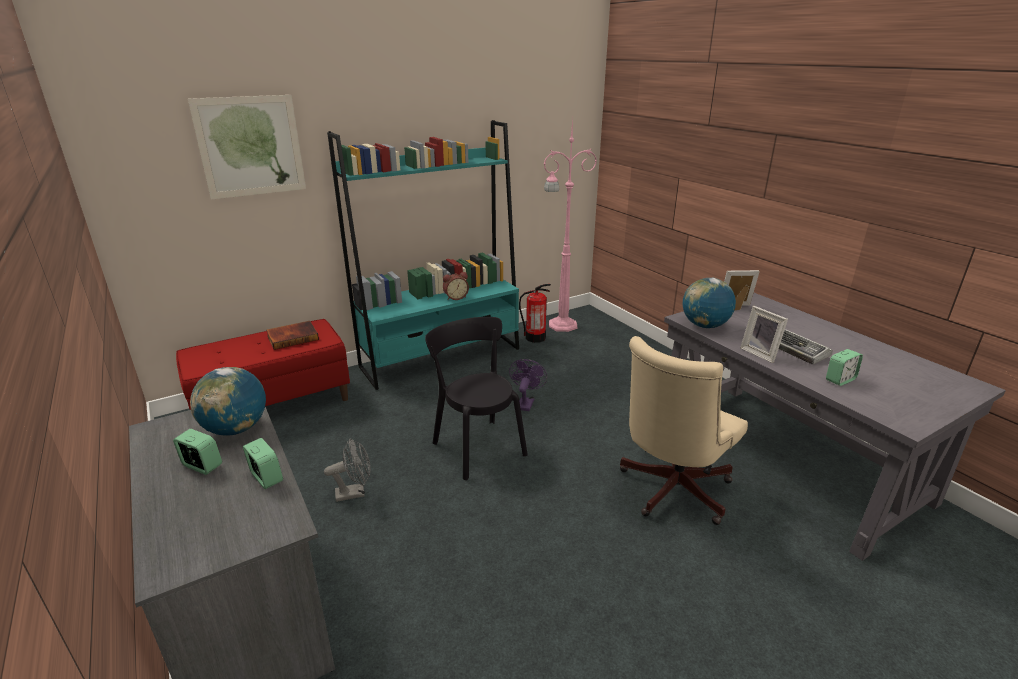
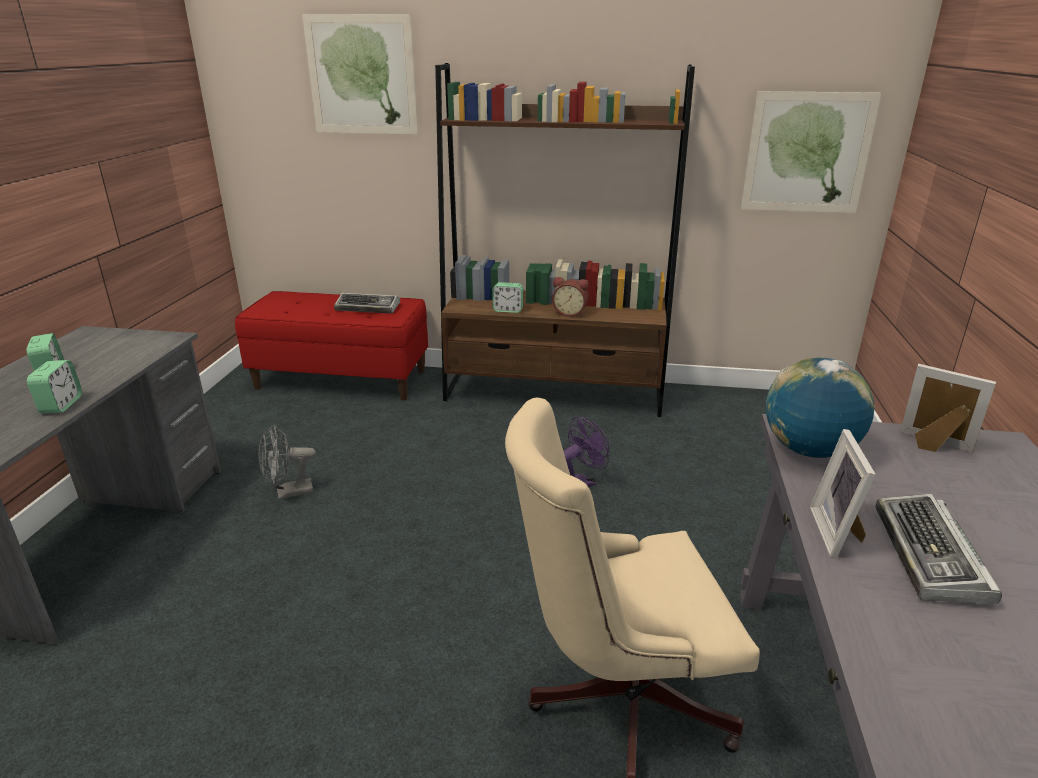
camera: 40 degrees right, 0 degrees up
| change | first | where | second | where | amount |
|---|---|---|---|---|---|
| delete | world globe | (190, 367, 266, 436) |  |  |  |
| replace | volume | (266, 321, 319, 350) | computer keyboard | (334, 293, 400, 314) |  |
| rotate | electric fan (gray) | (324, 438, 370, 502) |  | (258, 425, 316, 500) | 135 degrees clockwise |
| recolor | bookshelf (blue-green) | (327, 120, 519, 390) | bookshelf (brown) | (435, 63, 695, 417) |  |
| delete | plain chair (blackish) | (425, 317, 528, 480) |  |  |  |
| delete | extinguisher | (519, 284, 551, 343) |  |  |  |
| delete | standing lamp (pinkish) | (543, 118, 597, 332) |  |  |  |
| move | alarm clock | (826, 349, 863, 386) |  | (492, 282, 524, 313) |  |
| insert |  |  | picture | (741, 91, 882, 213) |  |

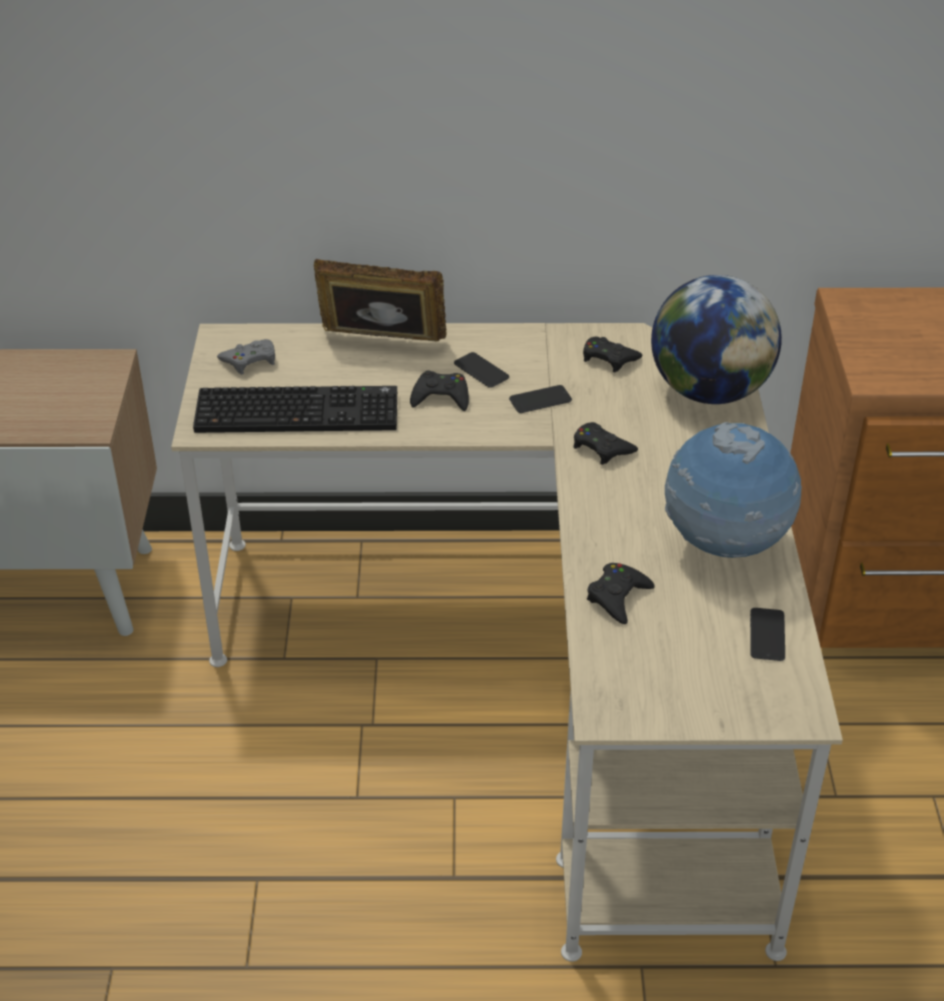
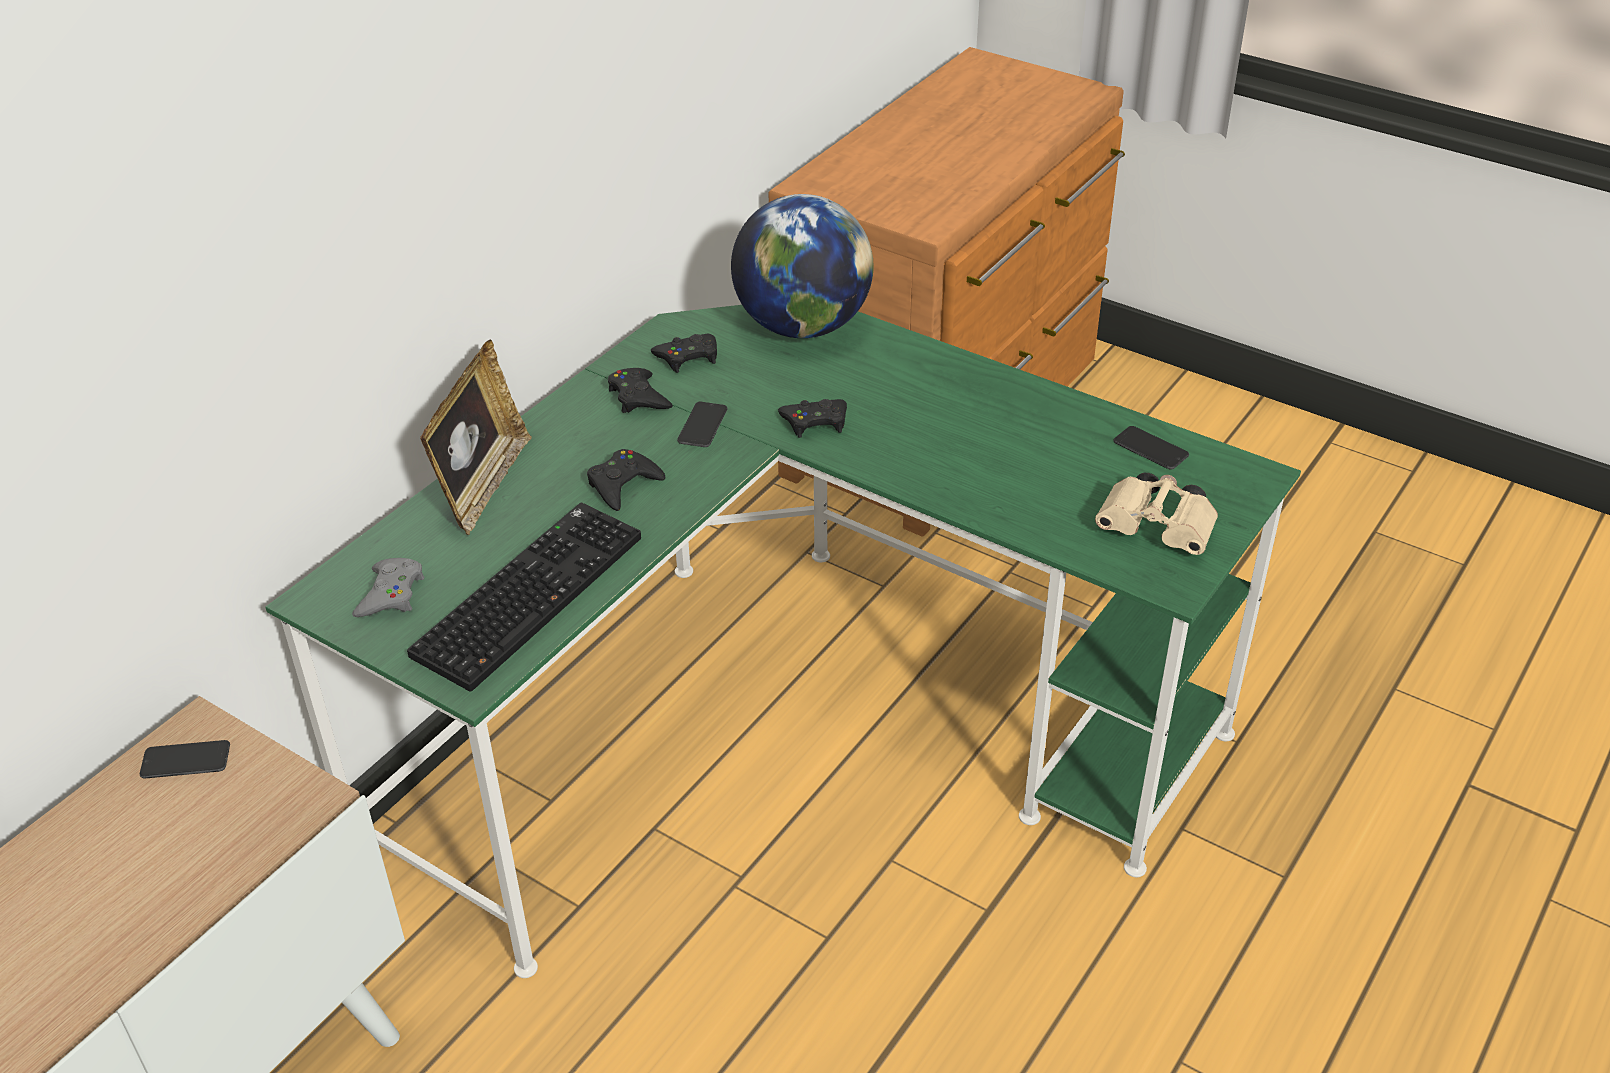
camera: 55 degrees left, 0 degrees up
| change | first | where | second | where | amount |
|---|---|---|---|---|---|
| recolor | desk table (beige) | (171, 323, 843, 962) | desk table (greenish) | (265, 305, 1301, 978) |  |
| rotate | photo frame | (314, 259, 447, 342) |  | (420, 340, 532, 535) | 150 degrees clockwise |
| move | telephone | (454, 352, 509, 388) |  | (140, 740, 230, 778) |  |
| move | game controller (blackish) | (587, 563, 655, 624) |  | (608, 368, 673, 413) |  |
| delete | world globe | (665, 422, 802, 558) |  |  |  |
| insert |  |  | pair of binoculars (beige) | (1095, 473, 1218, 555) |  |

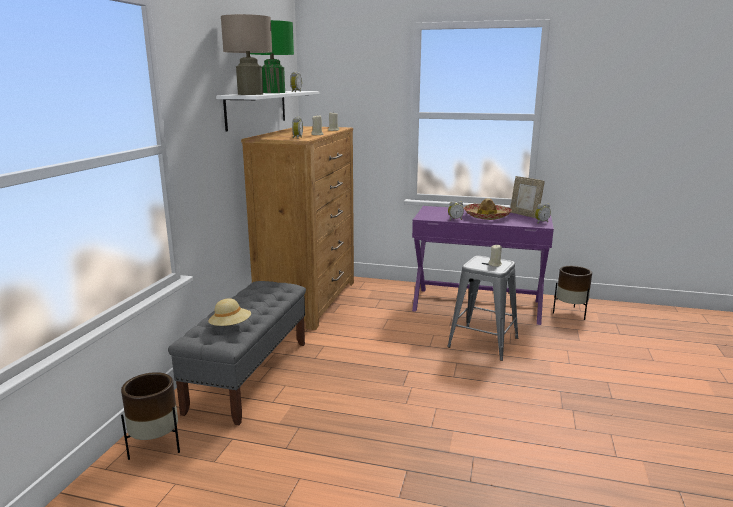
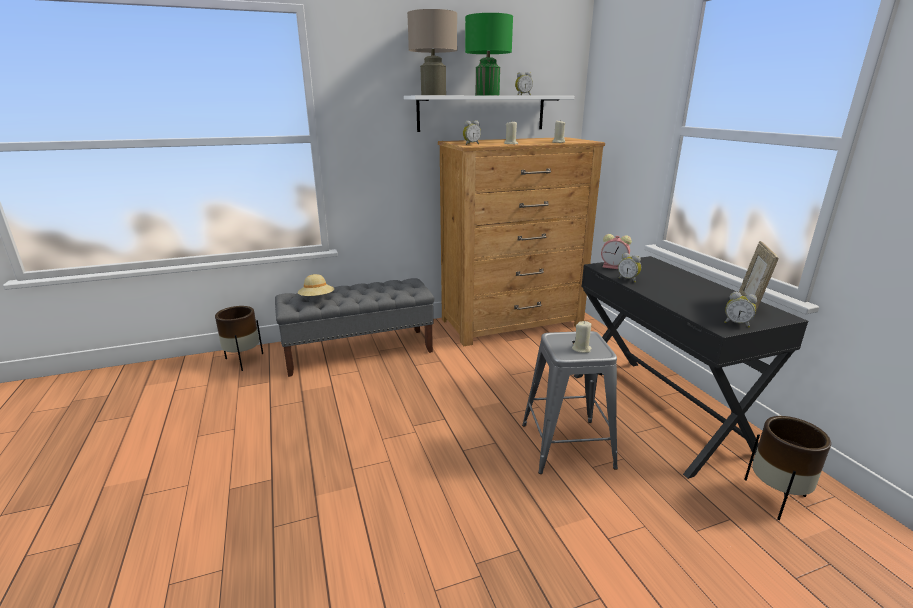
camera: 55 degrees right, 5 degrees up
| change | first | where | second | where | amount |
|---|---|---|---|---|---|
| recolor | desk table (purple-coloured) | (412, 206, 554, 325) | desk table (blackish) | (574, 256, 808, 479) |  |
| delete | hat | (464, 198, 512, 220) |  |  |  |
| insert |  |  | alarm clock | (601, 234, 632, 269) |  |

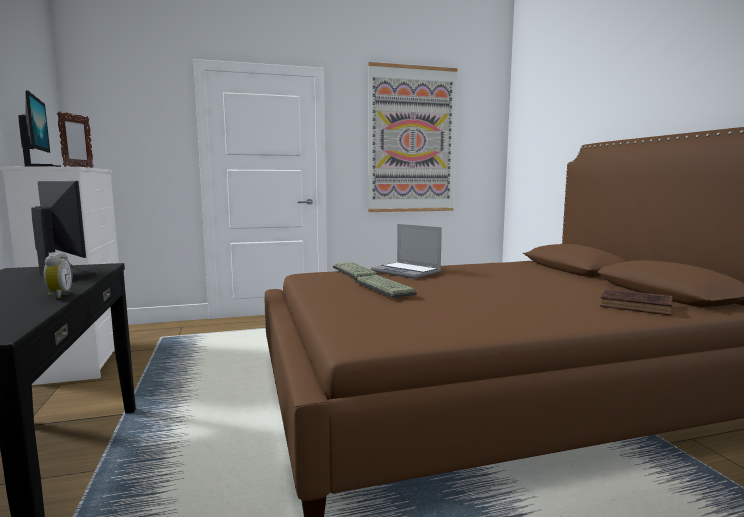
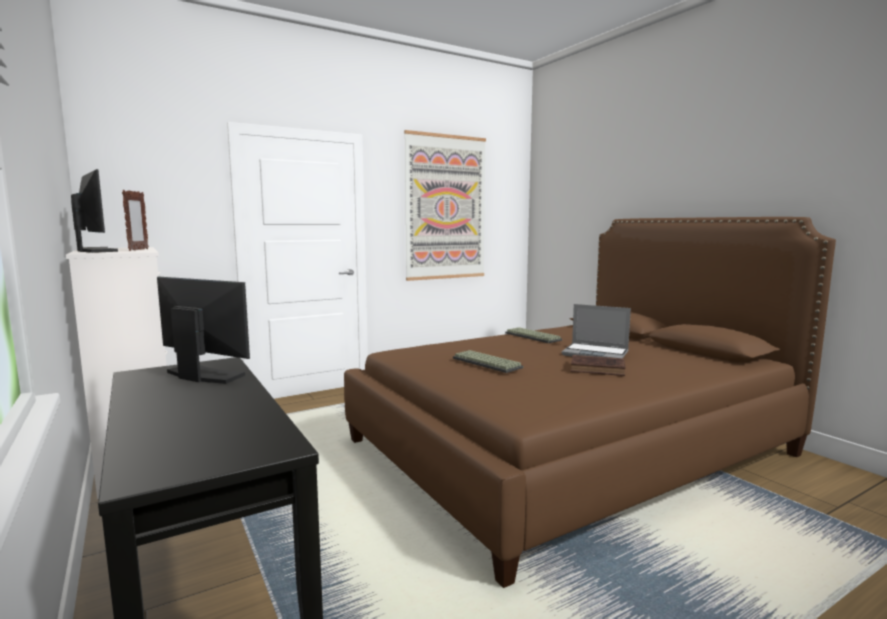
camera: 15 degrees left, 0 degrees up
| change | first | where | second | where | amount |
|---|---|---|---|---|---|
| delete | alarm clock | (44, 252, 72, 298) |  |  |  |
| move | computer keyboard | (333, 262, 376, 280) |  | (505, 327, 562, 343) |  |
| move | laptop | (371, 224, 442, 279) |  | (562, 304, 631, 358) |  |
| move | volume (brown) | (600, 289, 672, 316) |  | (571, 355, 625, 376) |  |

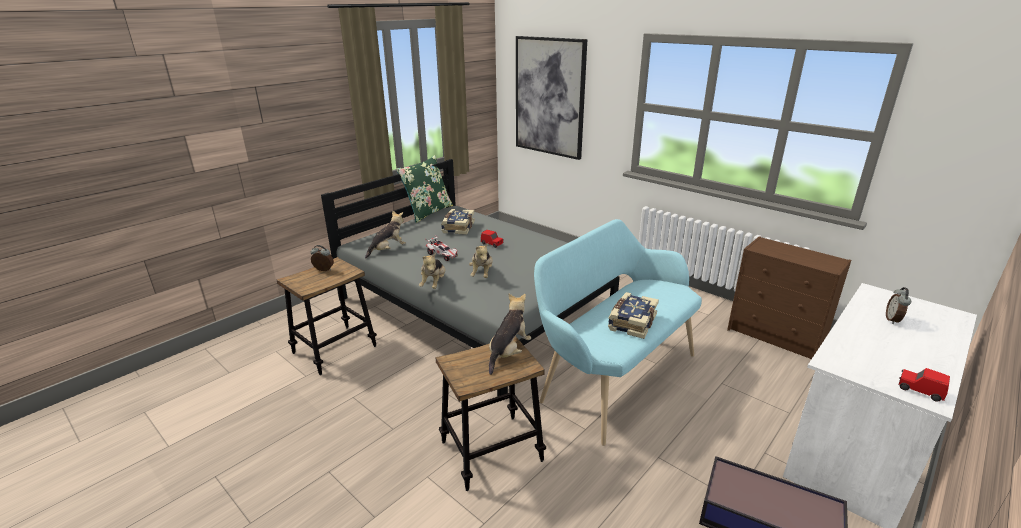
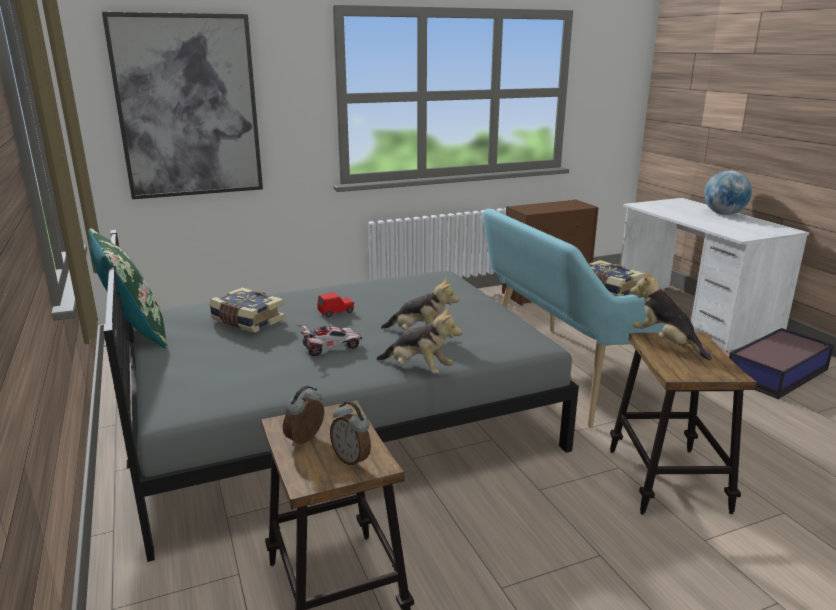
camera: 65 degrees left, 5 degrees down
| change | first | where | second | where | amount |
|---|---|---|---|---|---|
| delete | cuddly toy | (365, 210, 406, 259) |  |  |  |
| move | alarm clock | (886, 287, 911, 324) |  | (330, 401, 371, 468) |  |
| delete | miniature car (reddish) | (899, 368, 950, 402) |  |  |  |
| insert |  |  | world globe | (704, 171, 752, 215) |  |

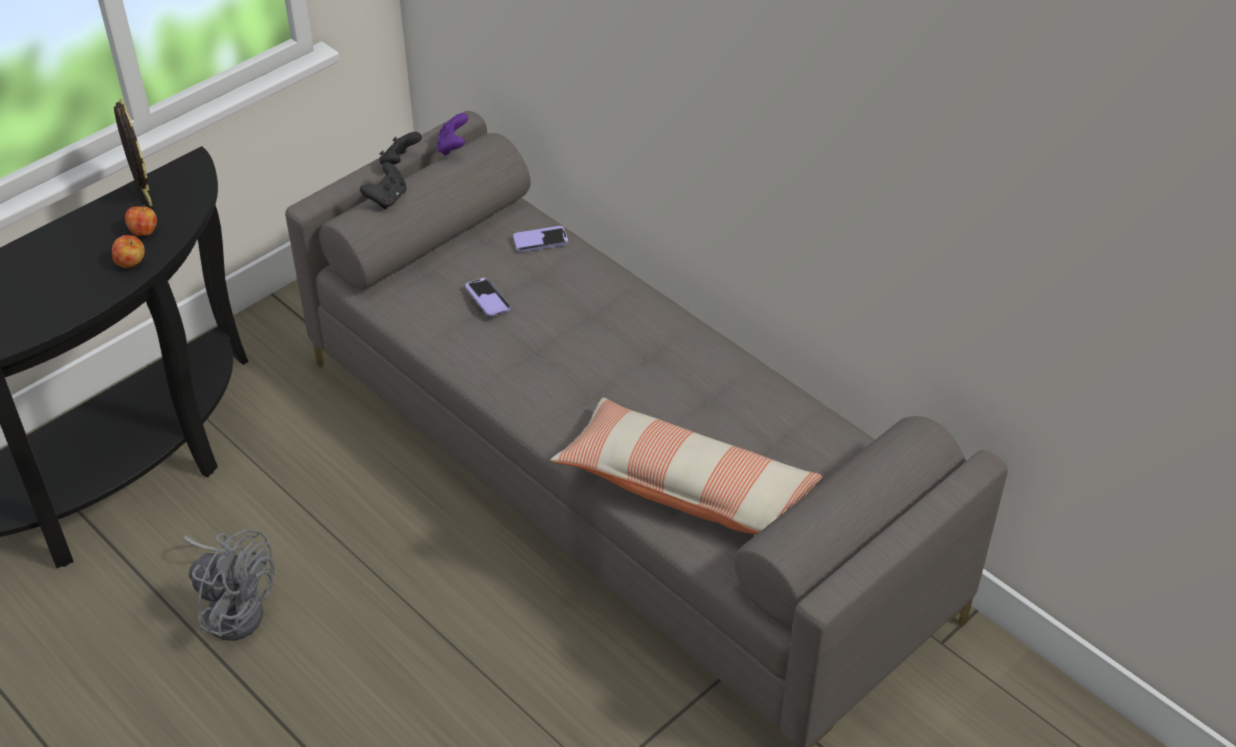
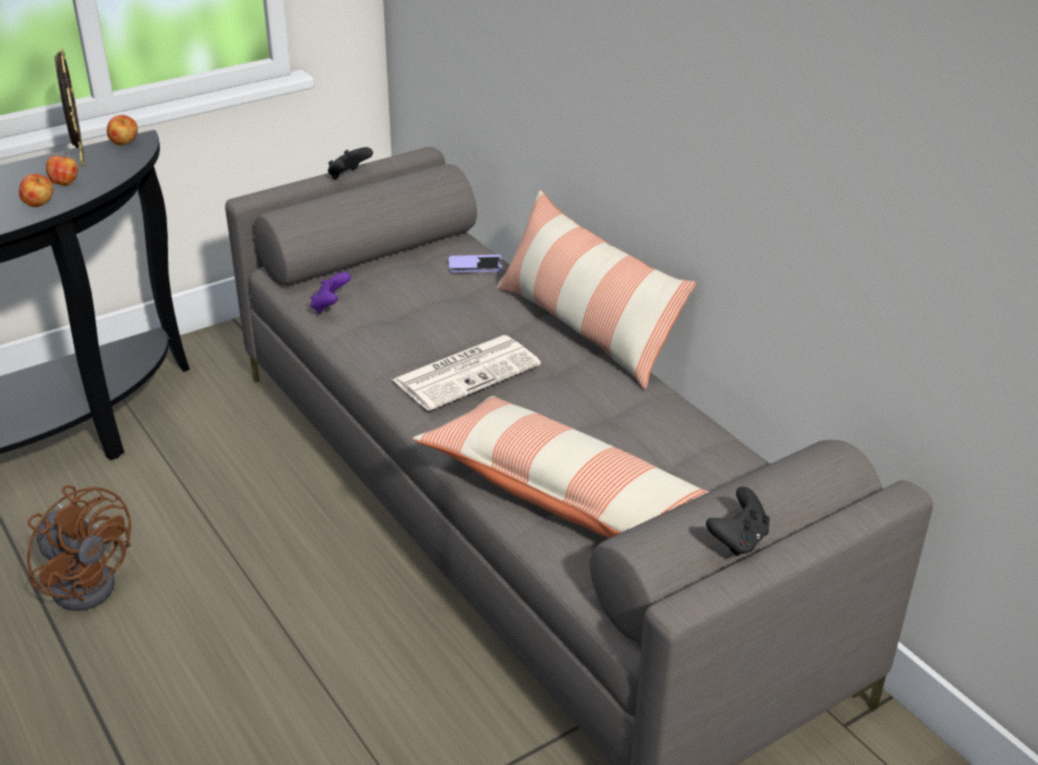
camera: 10 degrees right, 10 degrees down
| change | first | where | second | where | amount |
|---|---|---|---|---|---|
| recolor | electric fan (gray) | (183, 529, 275, 641) | electric fan (brown) | (27, 485, 131, 611) |  |
| move | game controller (blackish) | (360, 162, 406, 209) |  | (706, 487, 770, 556) |  |
| move | game controller (purple-coloured) | (437, 113, 468, 156) |  | (310, 272, 351, 313) |  |
| delete | telephone | (465, 278, 511, 317) |  |  |  |
| insert |  |  | whole apple | (107, 115, 138, 145) |  |
| insert |  |  | printed paper | (392, 335, 541, 411) |  |
| insert |  |  | pillow | (496, 190, 696, 390) |  |

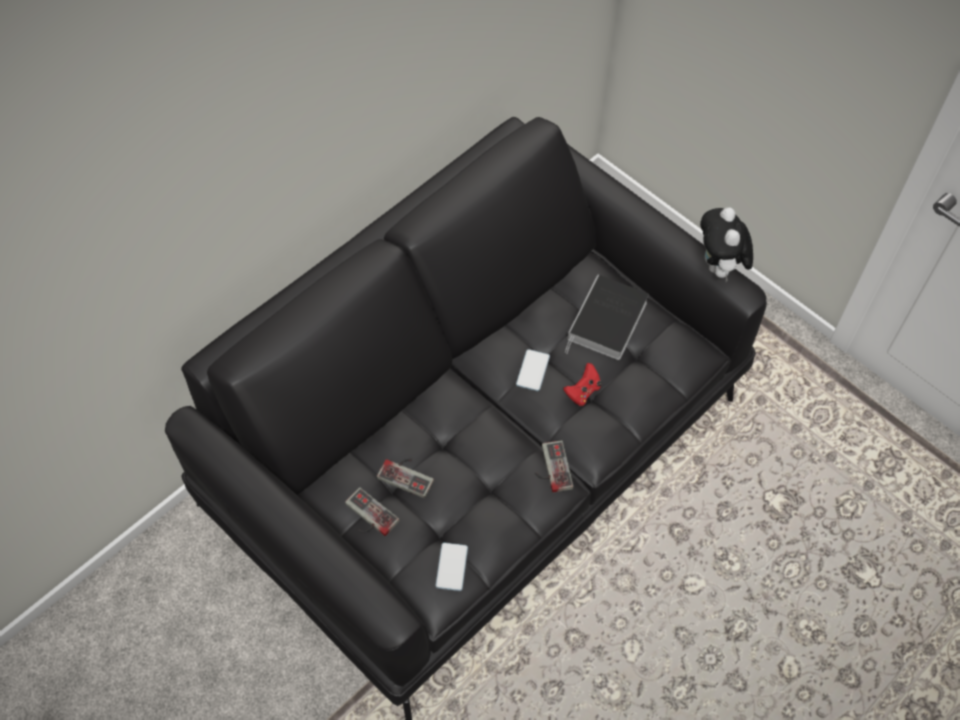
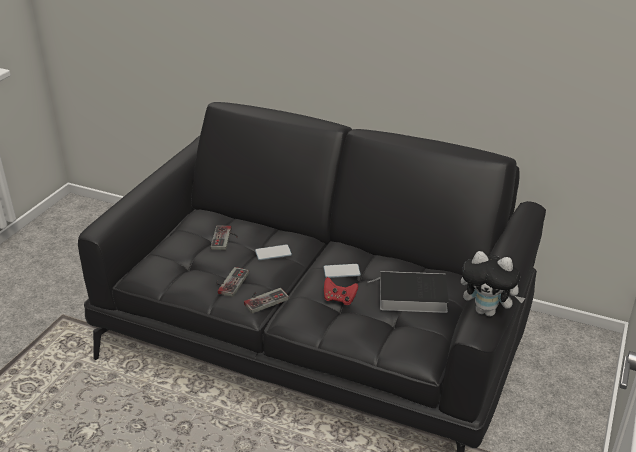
camera: 70 degrees right, 25 degrees down
| change | first | where | second | where | amount |
|---|---|---|---|---|---|
| move | game controller | (345, 487, 400, 536) |  | (216, 267, 249, 297) |  |
| move | telephone | (435, 542, 468, 591) |  | (255, 244, 292, 260) |  |
| rotate | cuddly toy | (700, 208, 753, 282) |  | (461, 251, 525, 317) | 135 degrees counterclockwise |

